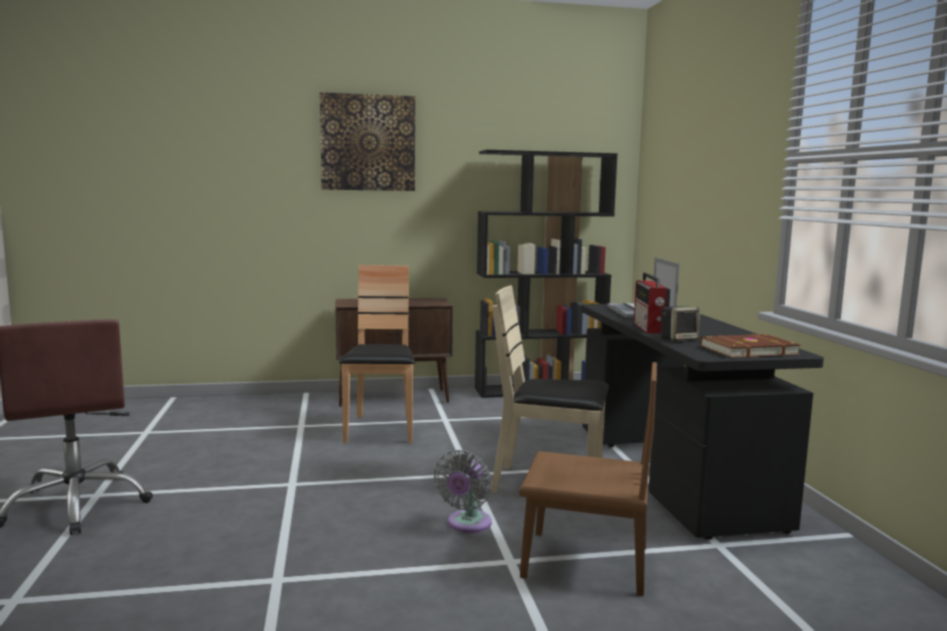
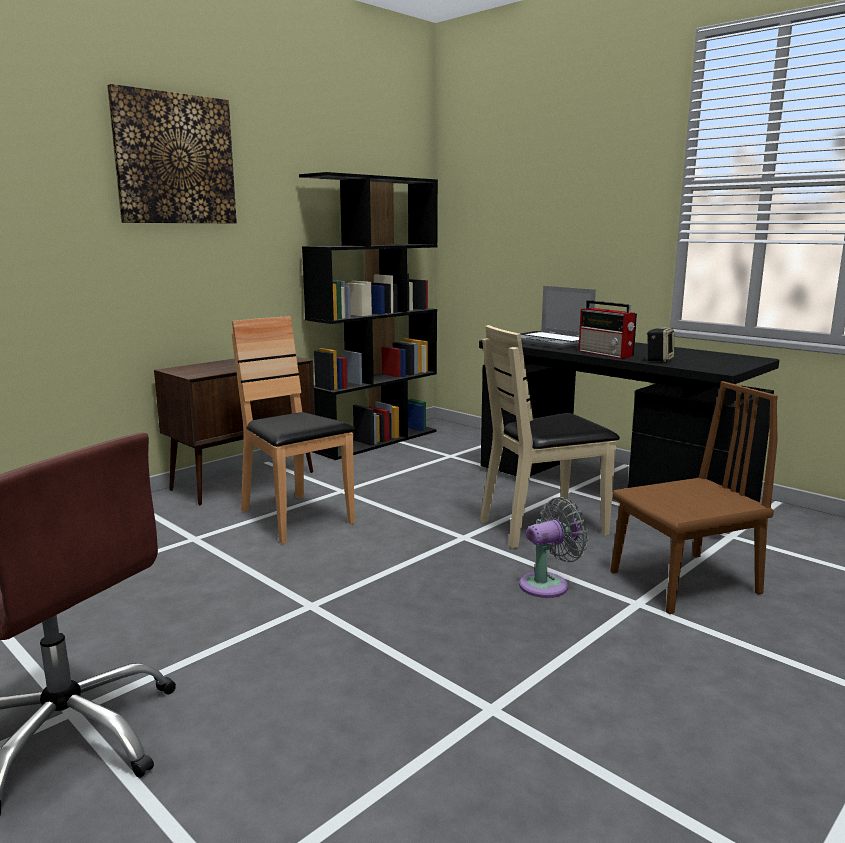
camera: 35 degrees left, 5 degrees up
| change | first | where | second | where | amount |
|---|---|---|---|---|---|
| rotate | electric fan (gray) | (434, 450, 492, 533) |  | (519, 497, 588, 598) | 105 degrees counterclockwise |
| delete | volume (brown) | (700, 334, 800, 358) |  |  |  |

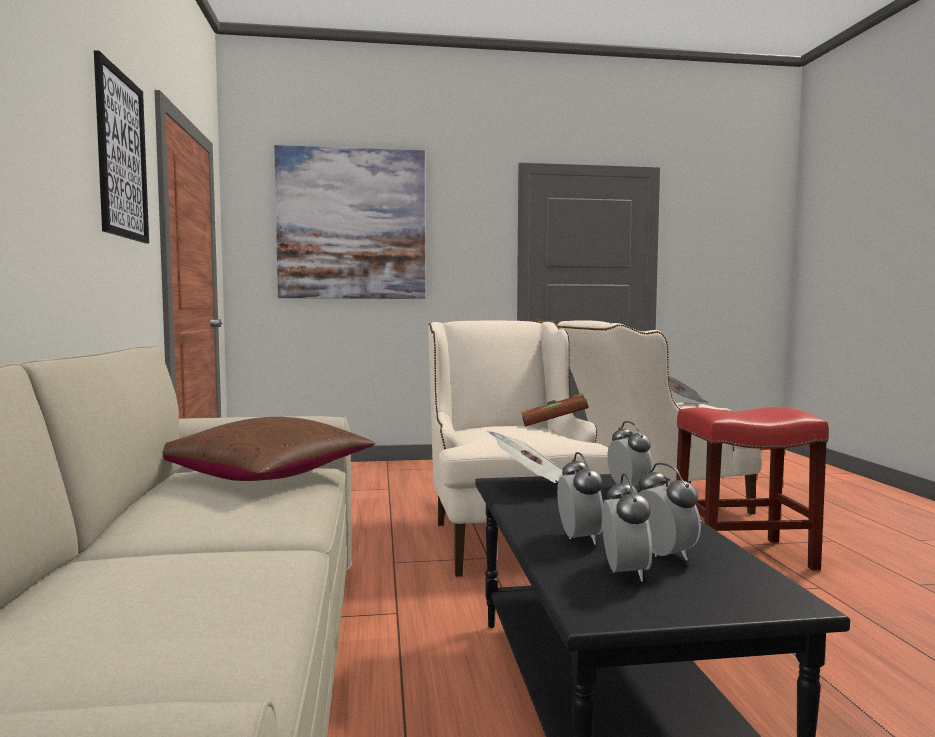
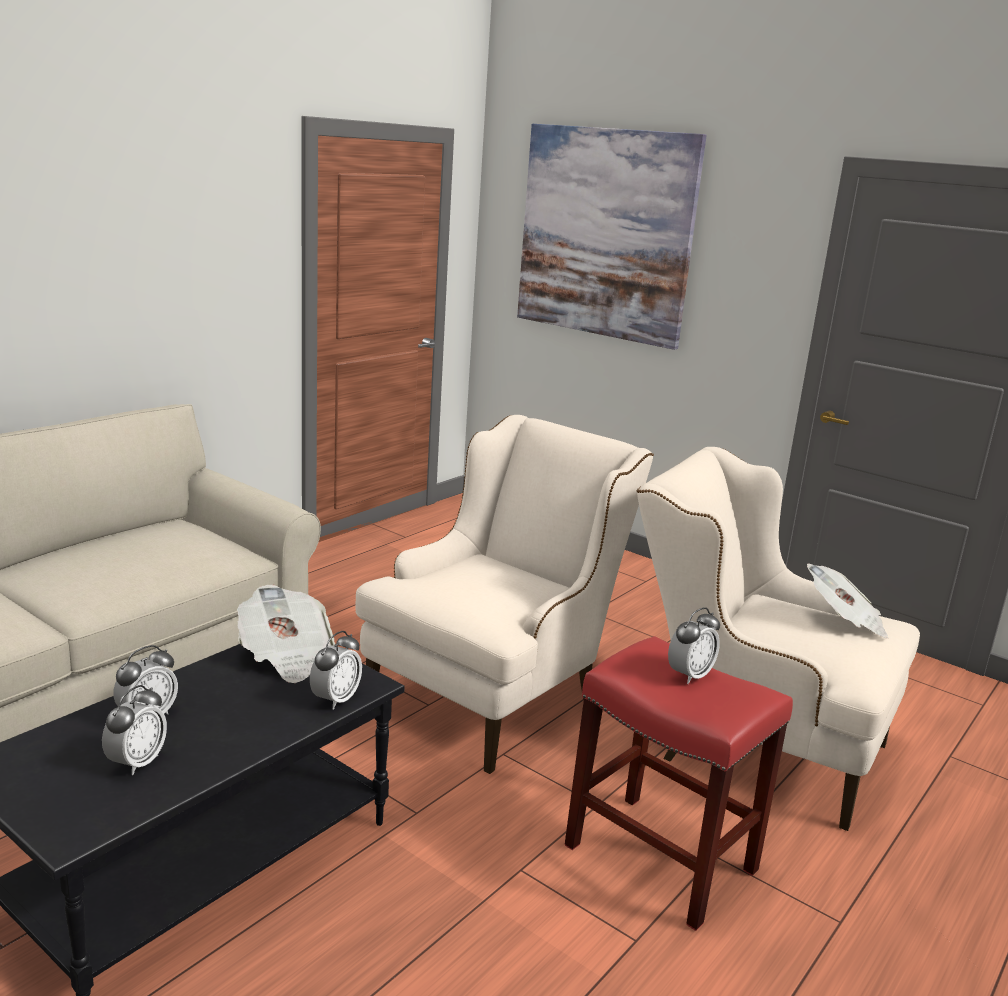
camera: 45 degrees right, 15 degrees up
| change | first | where | second | where | amount |
|---|---|---|---|---|---|
| delete | picture | (94, 50, 149, 243) |  |  |  |
| delete | pillow (brown) | (163, 417, 375, 481) |  |  |  |
| delete | volume (brown) | (522, 393, 589, 427) |  |  |  |
| move | alarm clock | (602, 473, 652, 582) |  | (668, 607, 720, 684) |  |

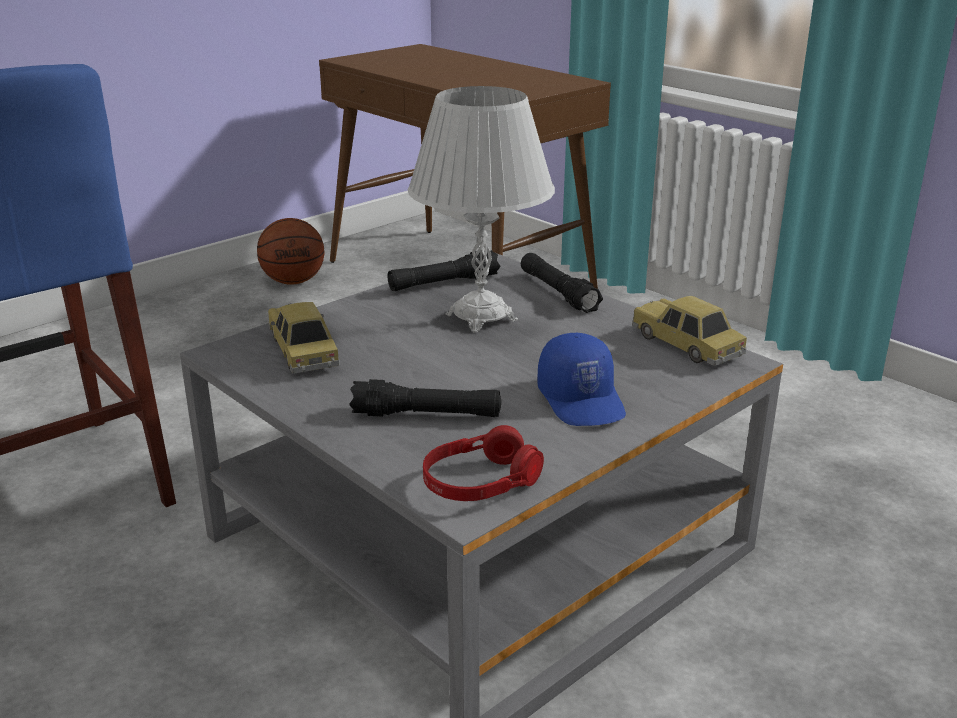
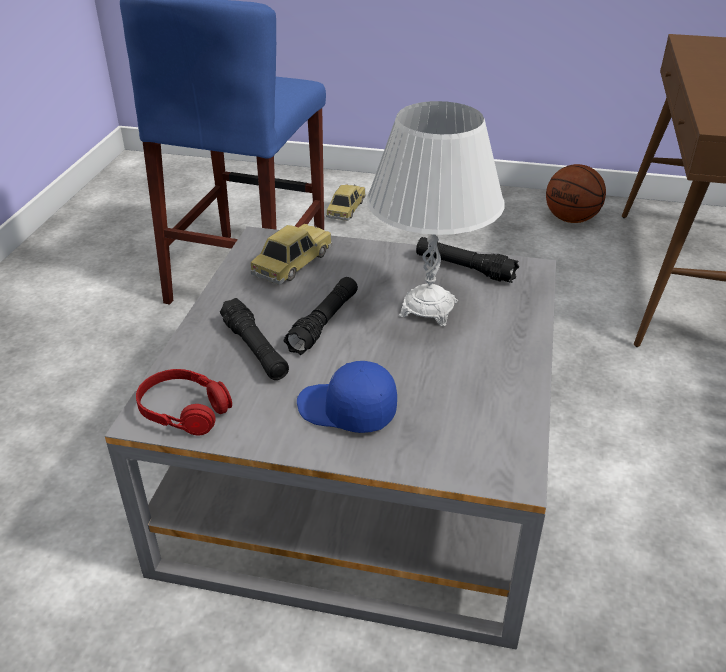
camera: 55 degrees right, 10 degrees up
| change | first | where | second | where | amount |
|---|---|---|---|---|---|
| move | hand torch (blackish) | (521, 253, 603, 313) |  | (283, 277, 358, 355) |  |
| rotate | peaked cap (blue-coloured) | (537, 333, 626, 426) |  | (297, 361, 397, 433) | 75 degrees clockwise |
| move | miniature car | (632, 296, 747, 366) |  | (326, 184, 366, 221) |  |

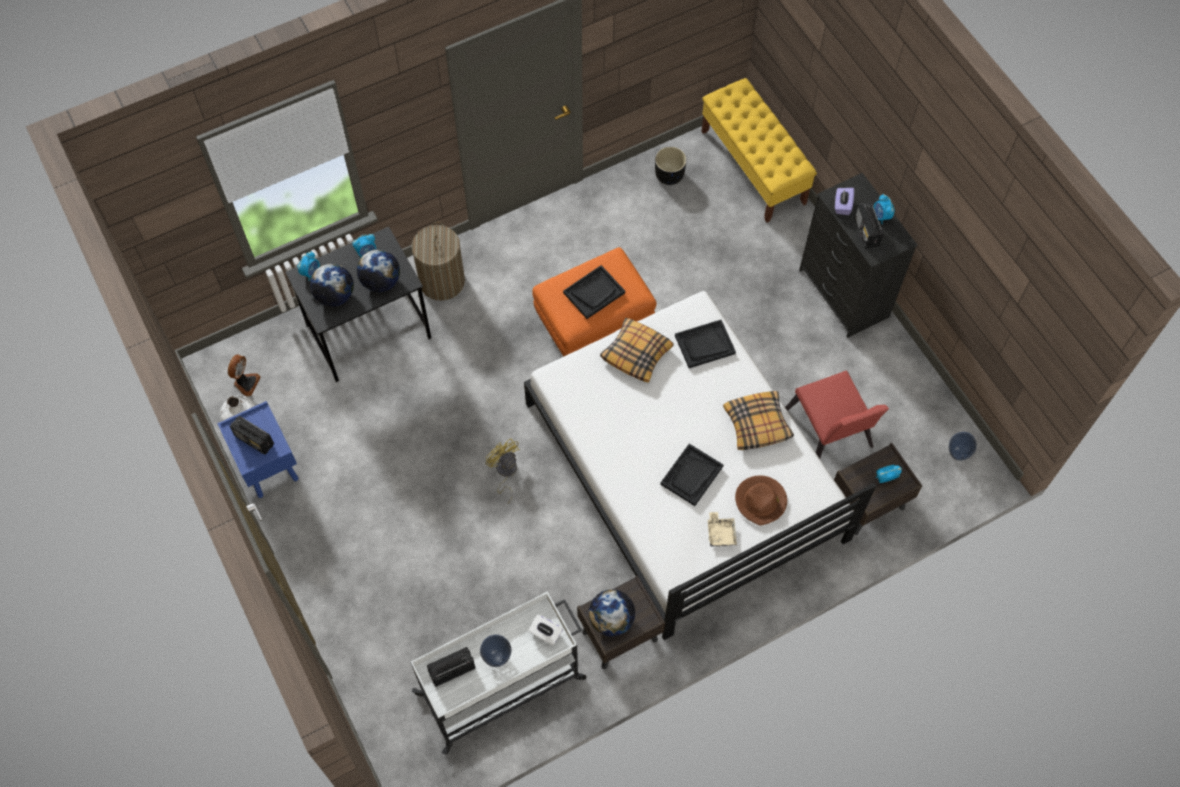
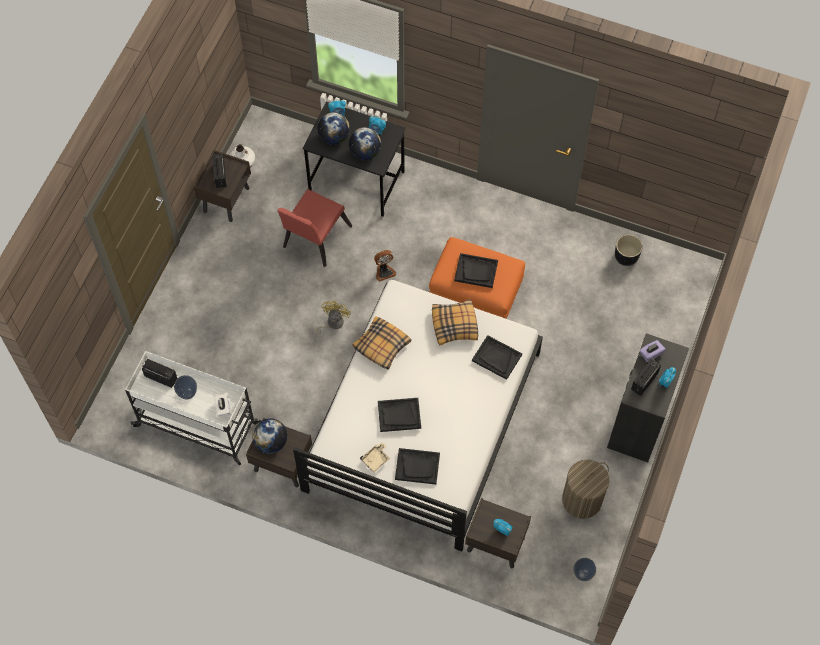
camera: 50 degrees right, 0 degrees up
| change | first | where | second | where | amount |
|---|---|---|---|---|---|
| recolor | bedside table (blue-coloured) | (217, 401, 298, 498) | bedside table (brown) | (194, 150, 251, 222) |  |
| move | electric fan | (228, 354, 260, 396) |  | (374, 250, 396, 281) |  |
| move | washing basket | (412, 222, 465, 301) |  | (562, 460, 609, 519) |  |
| delete | long seat (yellow-coloured) | (701, 78, 817, 223) |  |  |  |
| move | pillow | (723, 391, 794, 450) |  | (352, 316, 411, 370) |  |
| replace | hat (brown) | (735, 475, 787, 526) | serving tray (blackish) | (395, 448, 440, 484) |  |
| move | plain chair (reddish) | (785, 370, 889, 458) |  | (277, 189, 352, 267) |  |

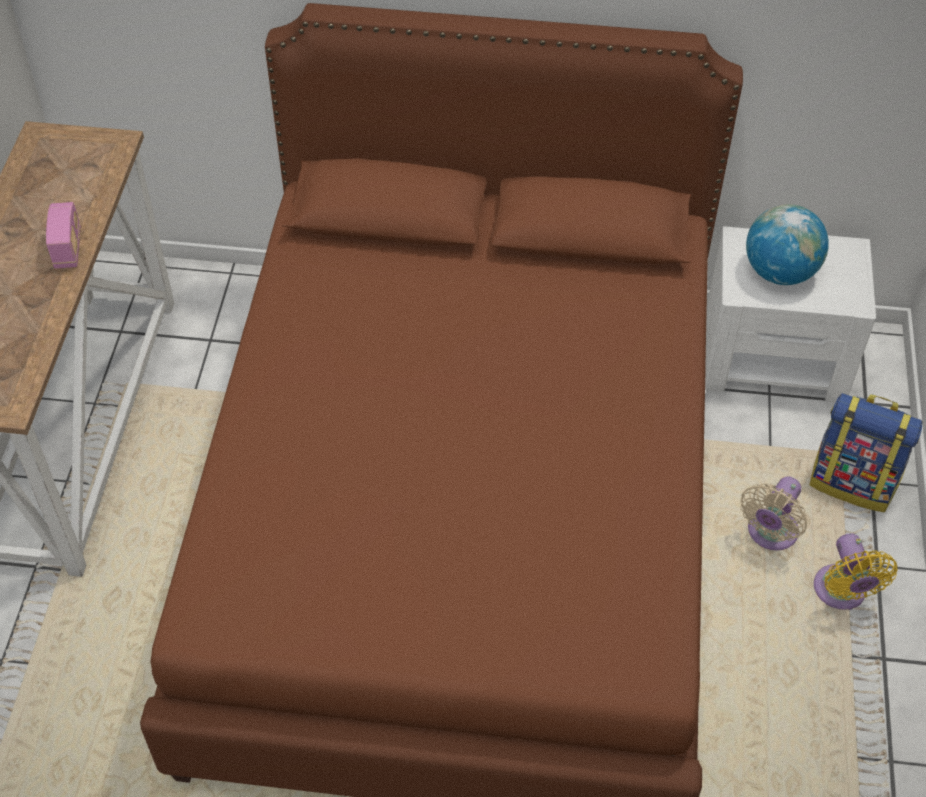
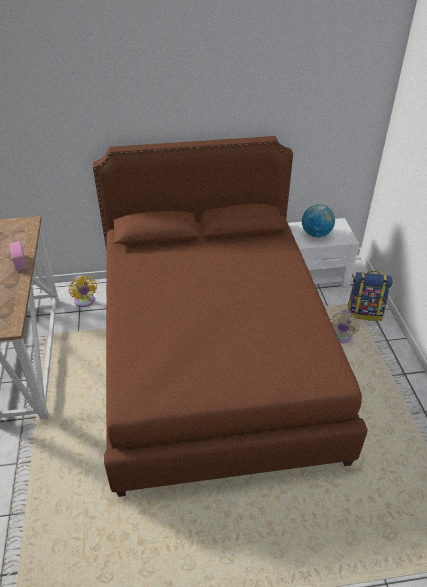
camera: 15 degrees left, 10 degrees down
| change | first | where | second | where | amount |
|---|---|---|---|---|---|
| move | electric fan (yellow-coloured) | (814, 533, 897, 610) |  | (69, 275, 97, 307) |  |

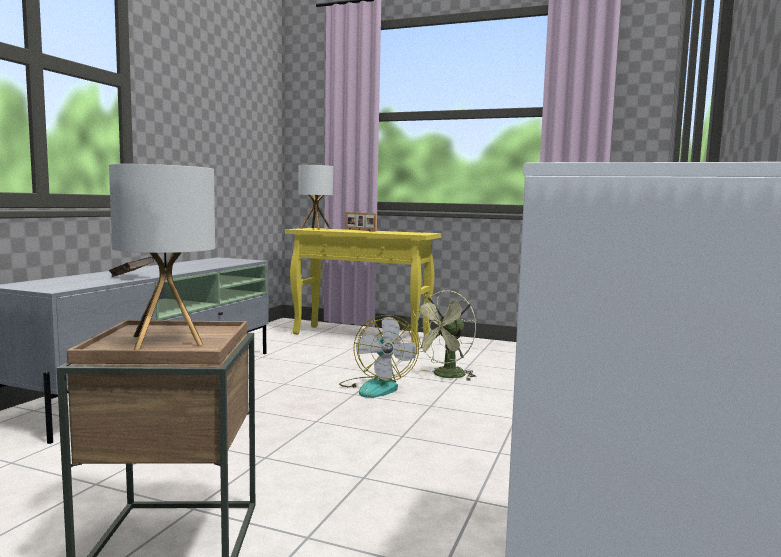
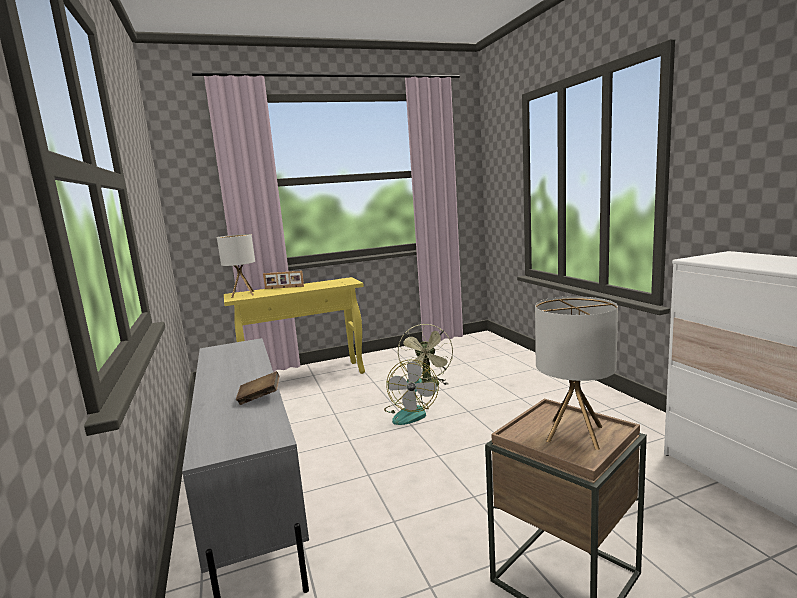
camera: 40 degrees left, 5 degrees up
| change | first | where | second | where | amount |
|---|---|---|---|---|---|
| rotate | electric fan | (339, 315, 419, 398) |  | (384, 360, 438, 425) | 60 degrees clockwise |

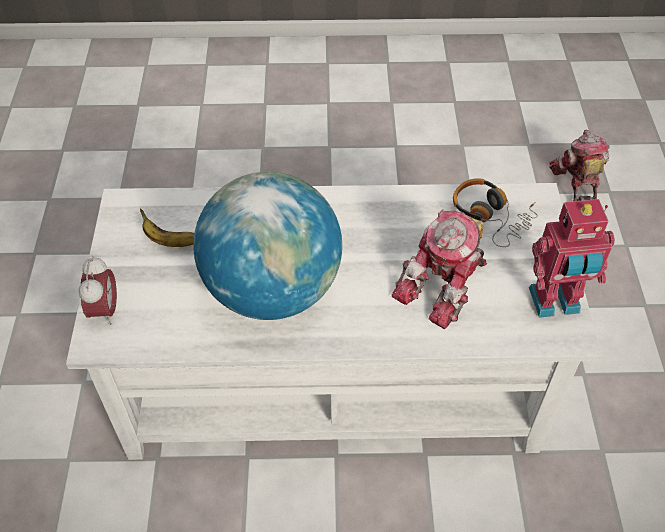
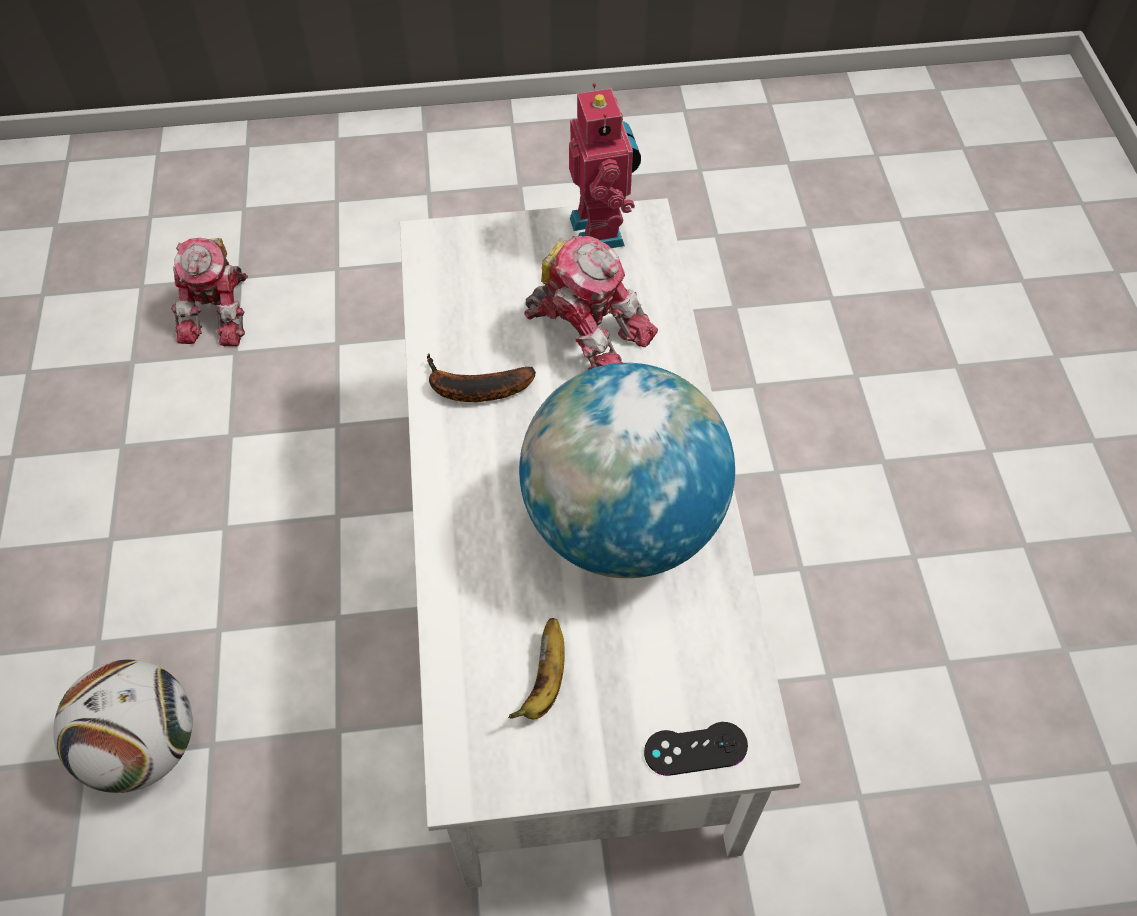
camera: 95 degrees left, 5 degrees up
| change | first | where | second | where | amount |
|---|---|---|---|---|---|
| replace | alarm clock | (78, 256, 117, 325) | game controller (blackish) | (644, 722, 748, 776) |  |
| delete | headset | (453, 178, 538, 247) |  |  |  |
| rotate | model robot | (549, 130, 610, 201) |  | (171, 238, 248, 346) | 75 degrees counterclockwise |
| insert |  |  | ball for football | (53, 660, 193, 793) |  |
| insert |  |  | banana fruit | (427, 353, 536, 402) |  |

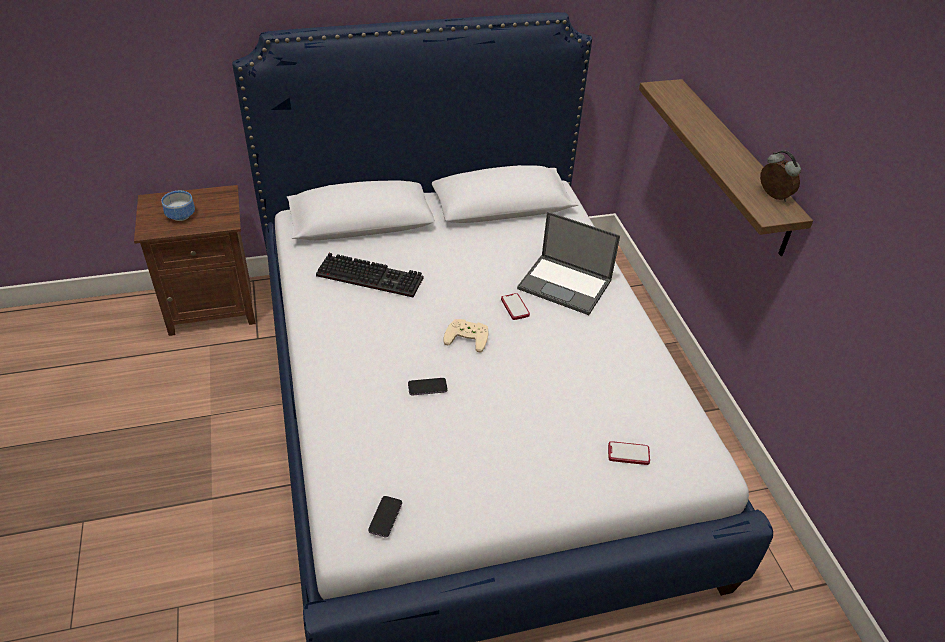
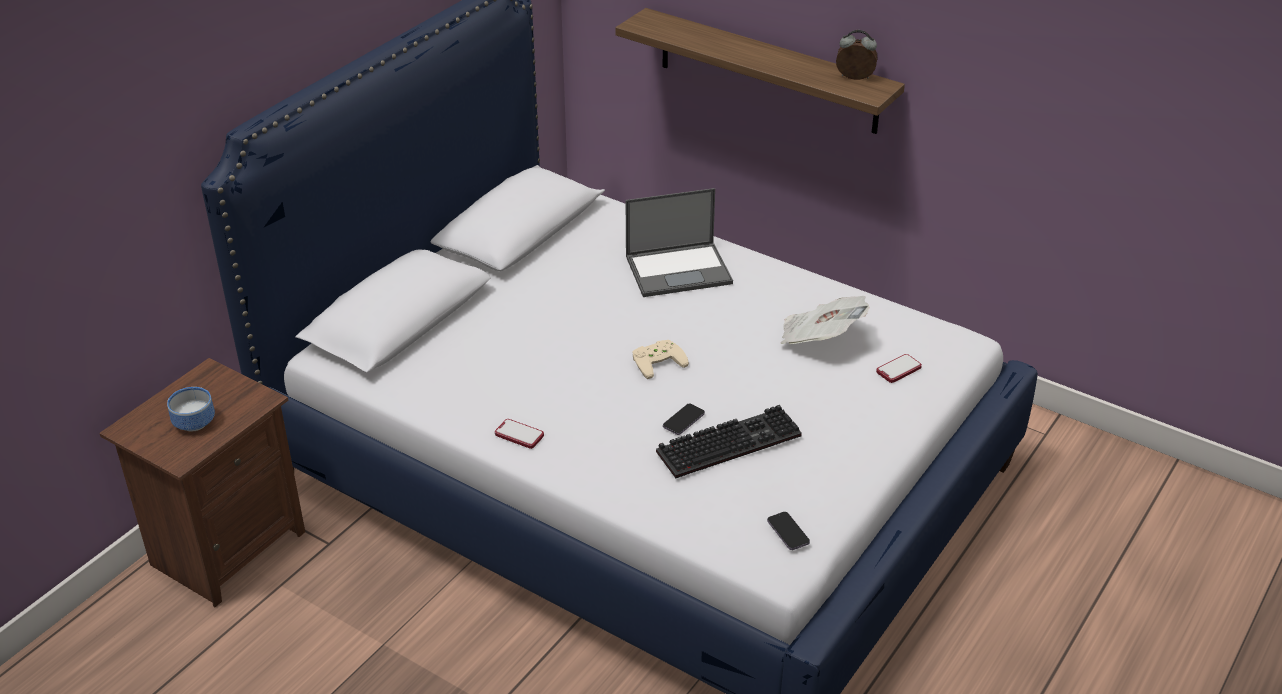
camera: 40 degrees left, 5 degrees down
| change | first | where | second | where | amount |
|---|---|---|---|---|---|
| move | computer keyboard | (316, 253, 423, 297) |  | (656, 405, 802, 478) |  |
| move | telephone | (501, 293, 530, 320) |  | (495, 419, 544, 449) |  |
| insert |  |  | printed paper | (781, 296, 869, 344) |  |

